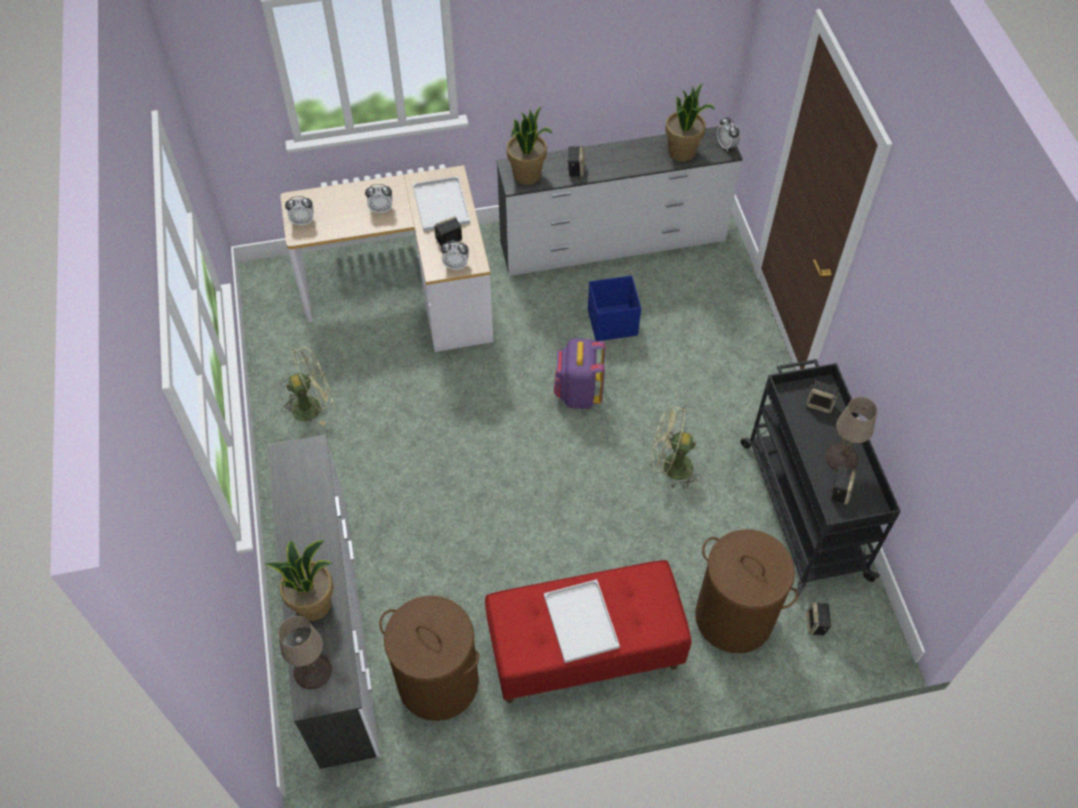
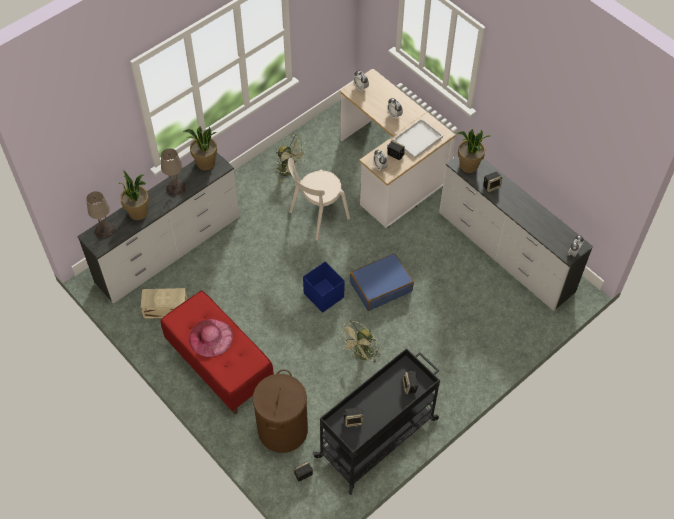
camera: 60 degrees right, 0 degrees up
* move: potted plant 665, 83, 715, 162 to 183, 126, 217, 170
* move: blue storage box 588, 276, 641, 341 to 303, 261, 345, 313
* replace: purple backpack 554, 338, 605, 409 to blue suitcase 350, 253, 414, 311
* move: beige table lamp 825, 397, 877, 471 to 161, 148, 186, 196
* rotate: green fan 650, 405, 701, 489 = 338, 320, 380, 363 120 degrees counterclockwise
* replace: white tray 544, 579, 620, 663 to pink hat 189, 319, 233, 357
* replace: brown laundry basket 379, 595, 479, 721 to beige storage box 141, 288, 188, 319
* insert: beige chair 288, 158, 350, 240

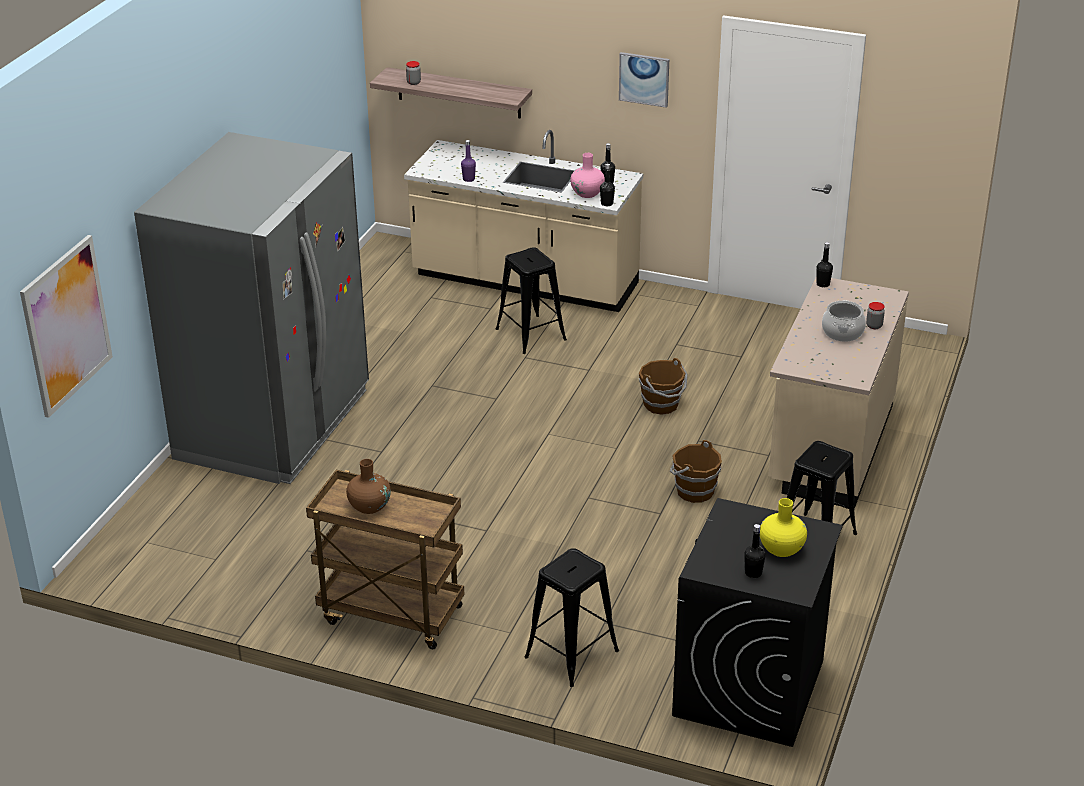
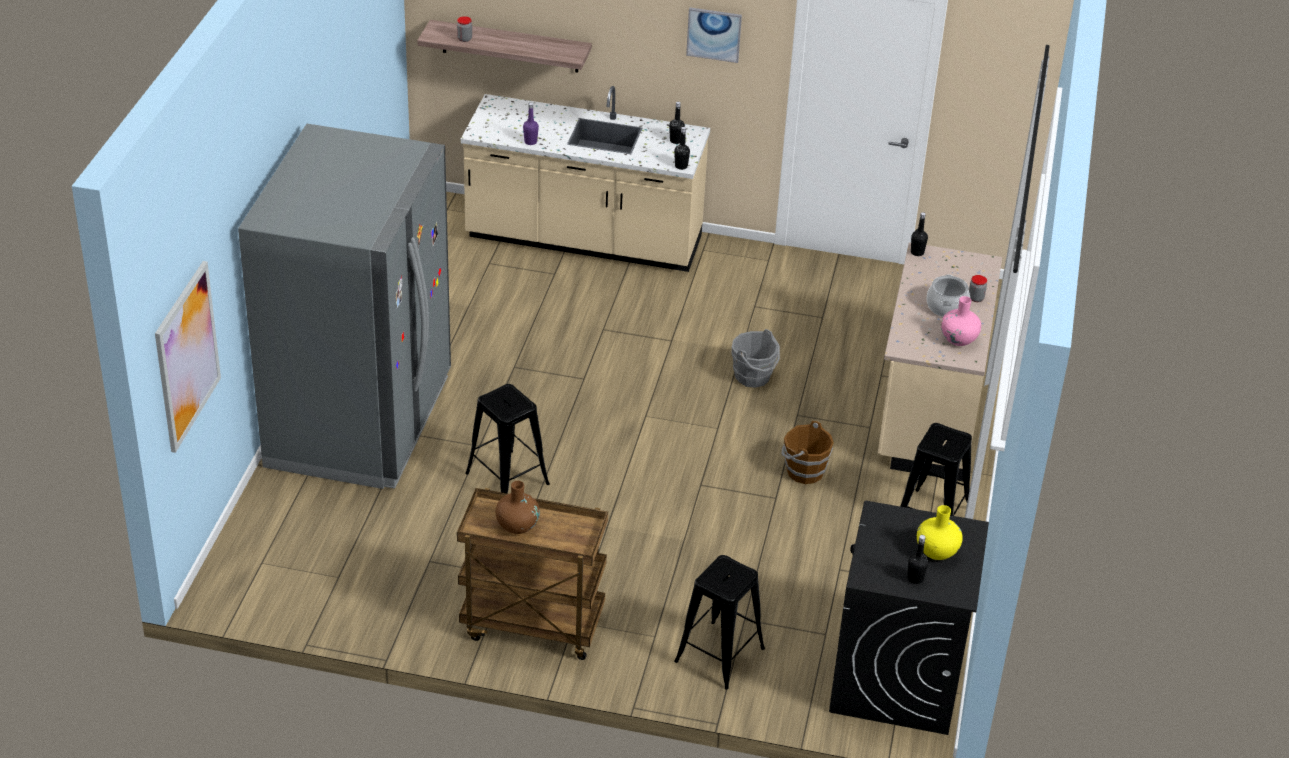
camera: 10 degrees left, 5 degrees up
* move: pink vase 570, 153, 605, 198 to 941, 296, 981, 346
* move: black stool 496, 247, 567, 354 to 465, 384, 550, 494
* recolor: brown bucket 639, 358, 688, 415 to grey bucket 731, 329, 780, 388

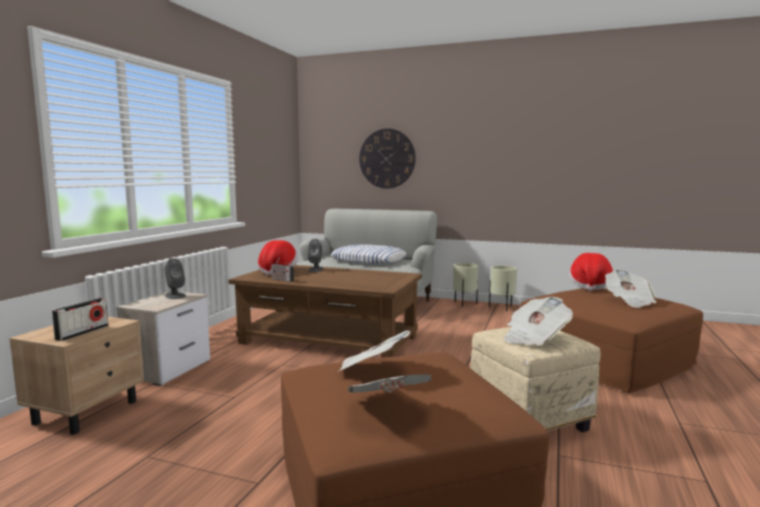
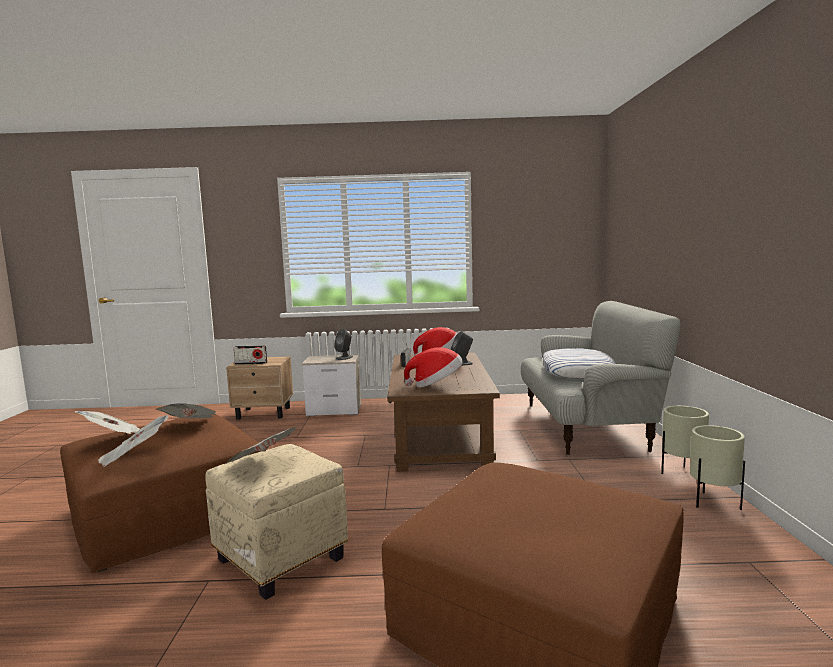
camera: 70 degrees right, 0 degrees up
* delete: wall clock 359, 128, 416, 189
* move: hat 569, 253, 613, 291 to 404, 347, 463, 388
* move: newspaper 605, 269, 657, 308 to 98, 415, 168, 467

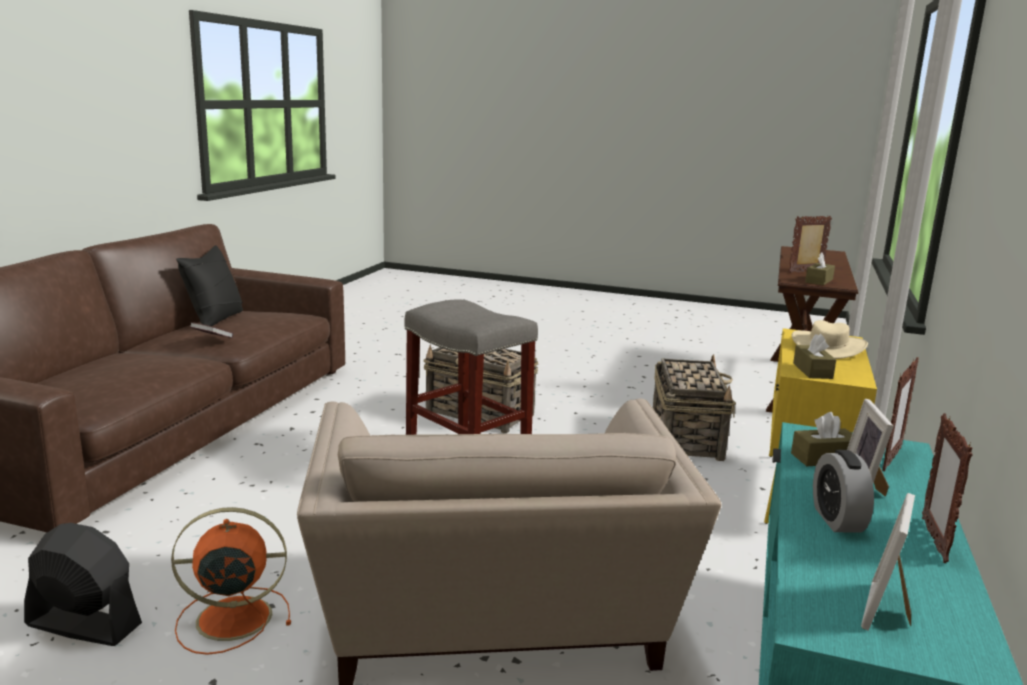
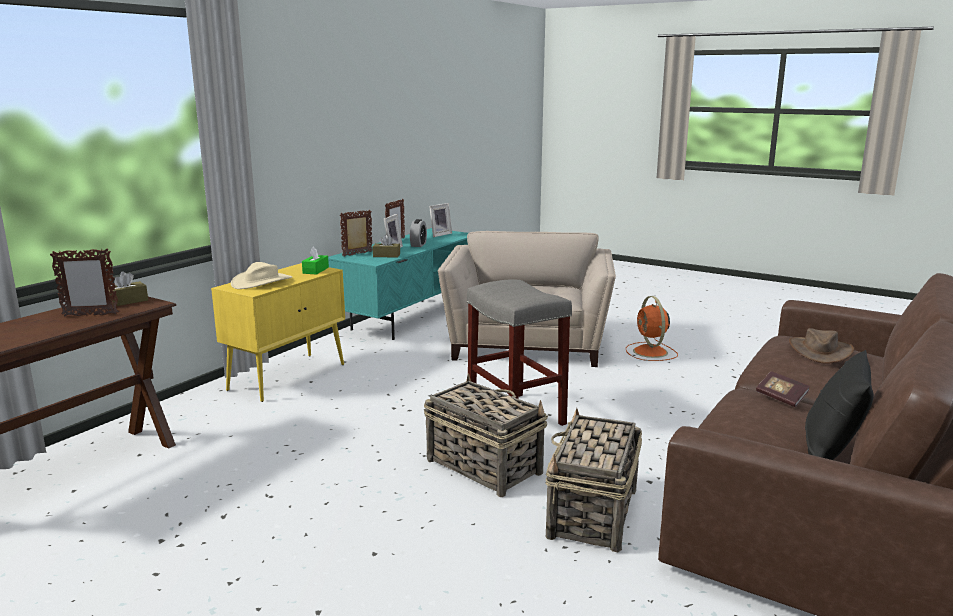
camera: 165 degrees left, 0 degrees up
* recolor: brown tissue box 793, 334, 836, 379 to green tissue box 302, 246, 329, 275
* move: basket 653, 354, 736, 461 to 545, 408, 642, 552
* rotate: orange fan 171, 507, 291, 655 = 626, 296, 678, 361 75 degrees clockwise
* delete: black fan 24, 523, 142, 646
* insert: brown hat 789, 328, 854, 364

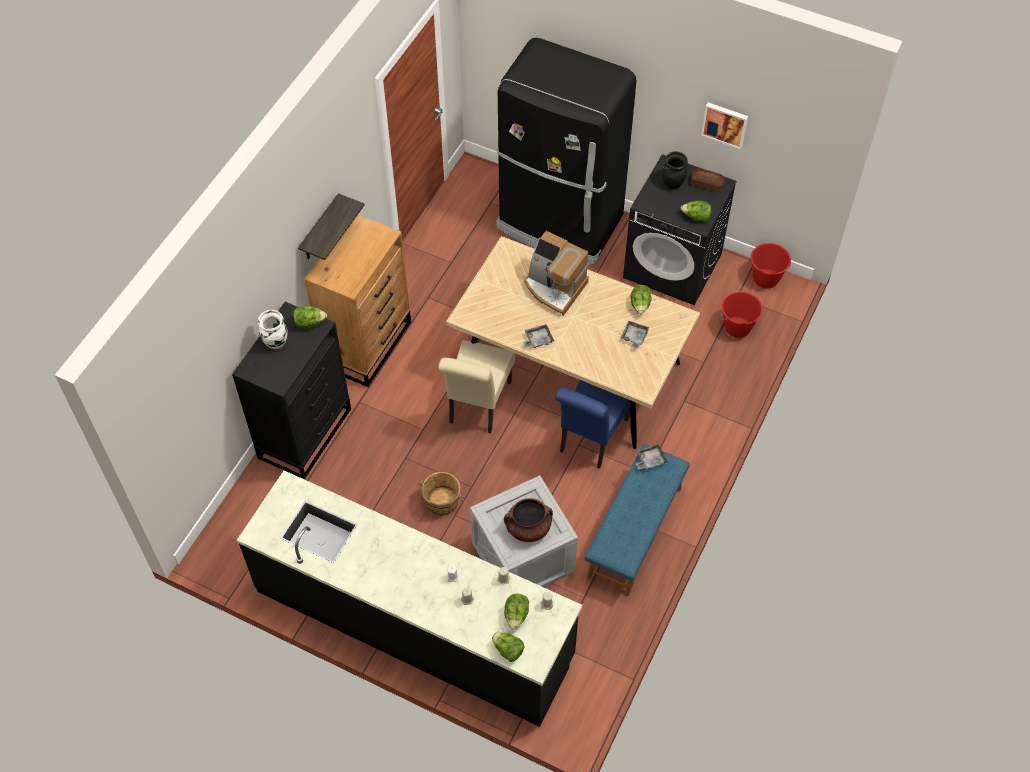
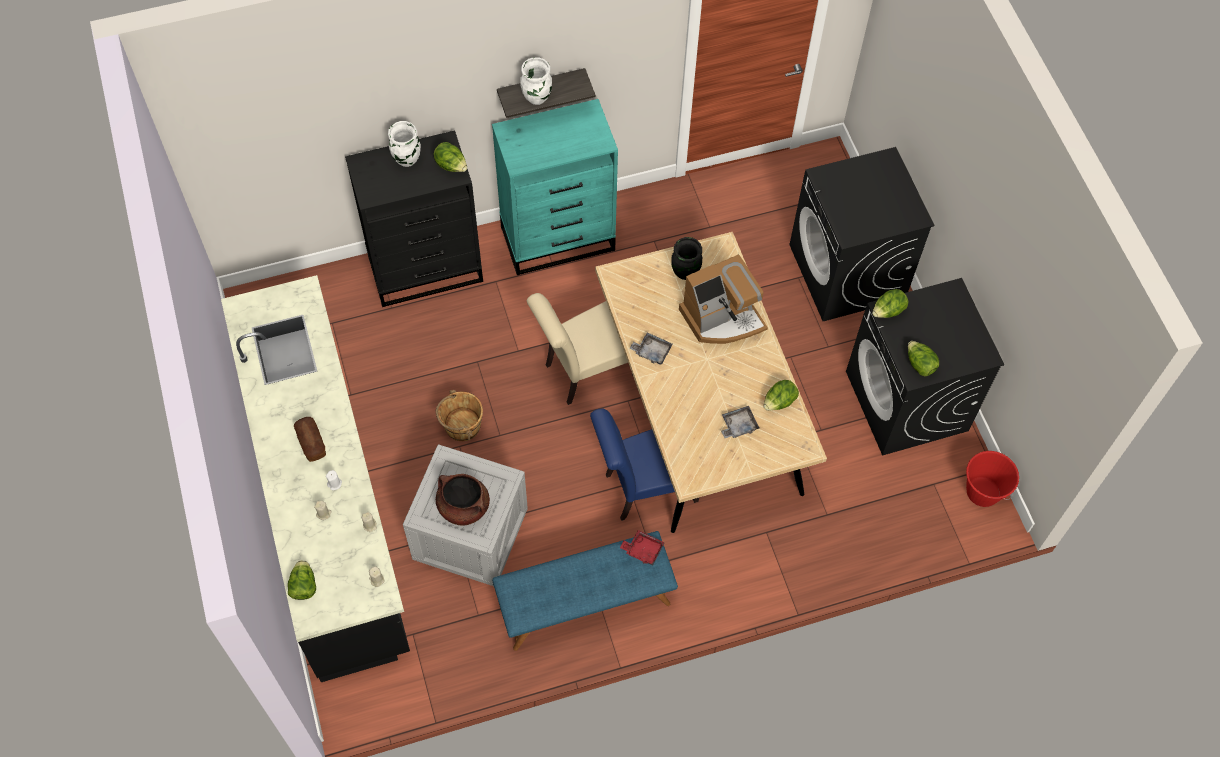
camera: 45 degrees right, 5 degrees up
* replace: black fridge 496, 38, 636, 265 to black washing machine 789, 147, 935, 321
* delete: picture 701, 102, 748, 149
* move: black vase 662, 152, 688, 189 to 671, 237, 702, 280
* move: bread 691, 168, 725, 192 to 294, 417, 326, 462
* recolor: brown dresser 304, 215, 411, 387 to turquoise dresser 492, 99, 618, 275
* rotate: coffee machine 524, 231, 589, 316 = 679, 255, 768, 344 105 degrees counterclockwise
* delete: red bucket 720, 291, 763, 338
* recolor: grey tray 636, 444, 668, 469 to red tray 620, 530, 664, 565
* move: lettuce 504, 593, 529, 630 to 872, 289, 908, 318
* insert: white vase 520, 57, 552, 105

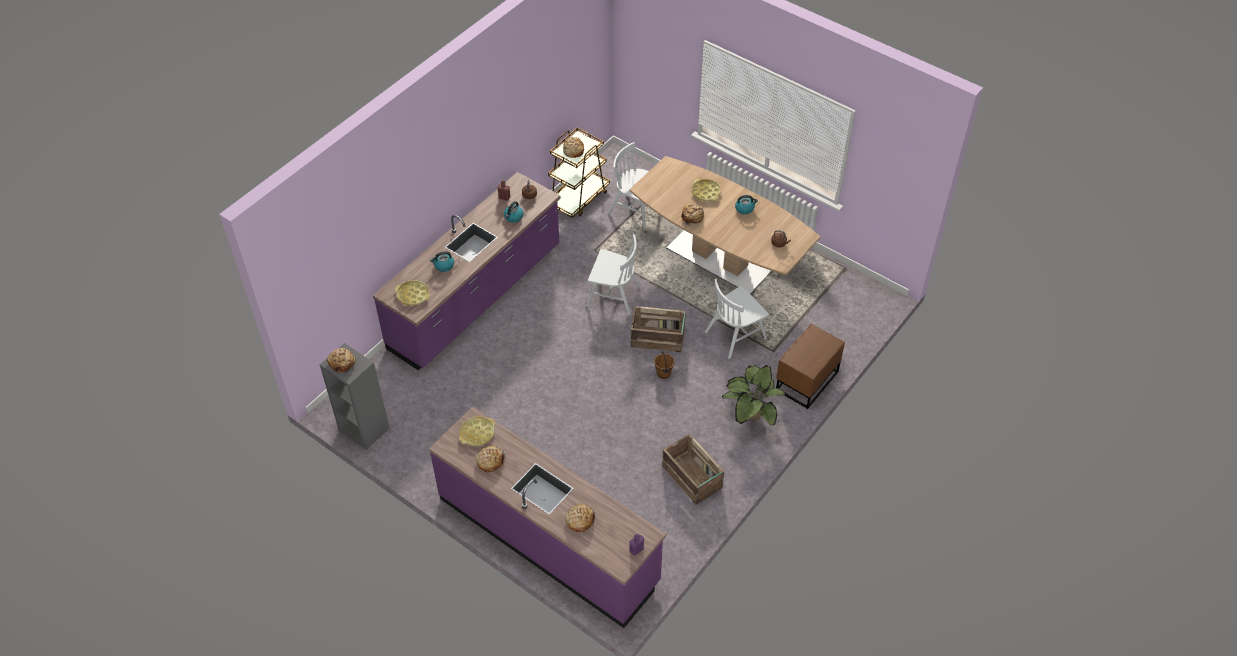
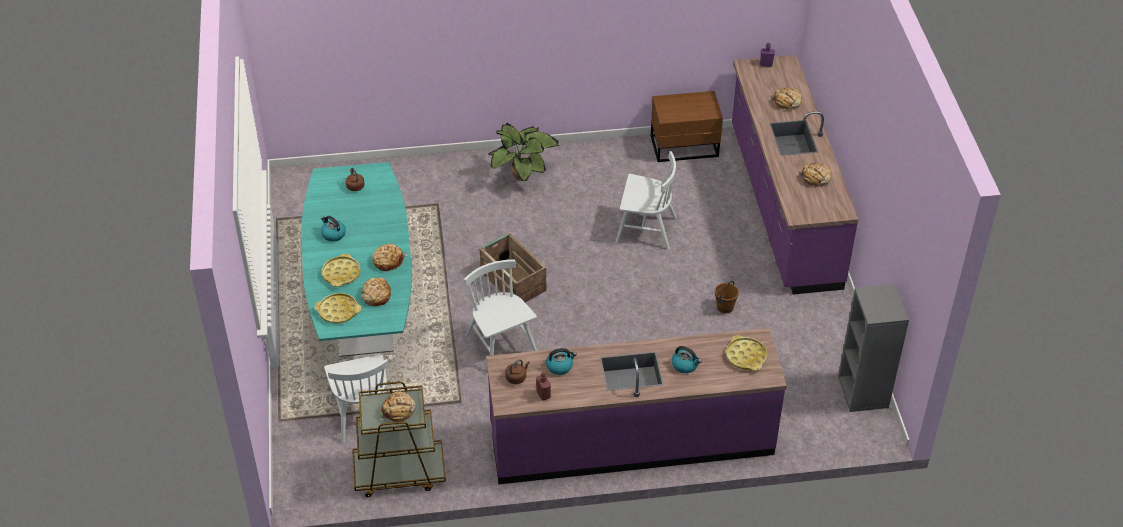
camera: 135 degrees left, 5 degrees down
* recolor: brown dining table 630, 156, 821, 294 to turquoise dining table 302, 162, 412, 357
* move: white chair 705, 279, 769, 359 to 615, 151, 677, 250
* move: brown nightstand 776, 324, 845, 409 to 651, 91, 723, 162
* move: bread 327, 348, 356, 374 to 362, 277, 391, 306
* move: brown bucket 654, 351, 674, 379 to 715, 281, 739, 314
* move: yellow tray 459, 417, 495, 446 to 315, 293, 361, 324
* delete: crate 662, 434, 724, 504

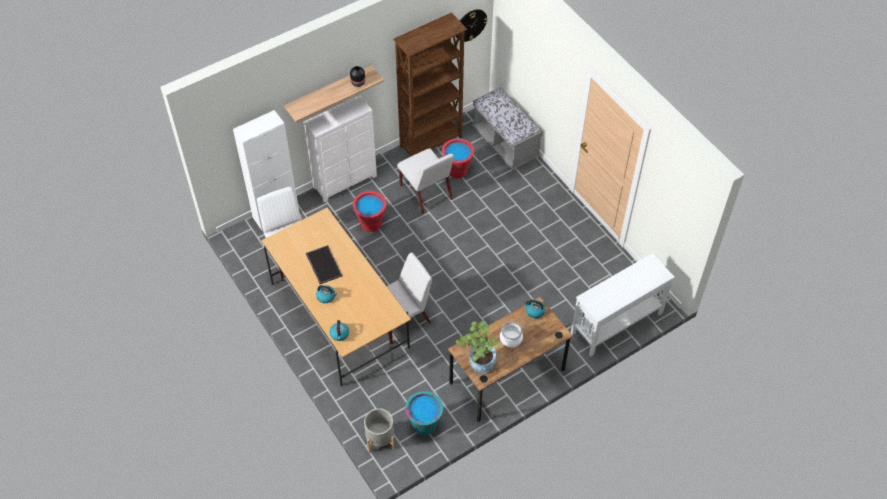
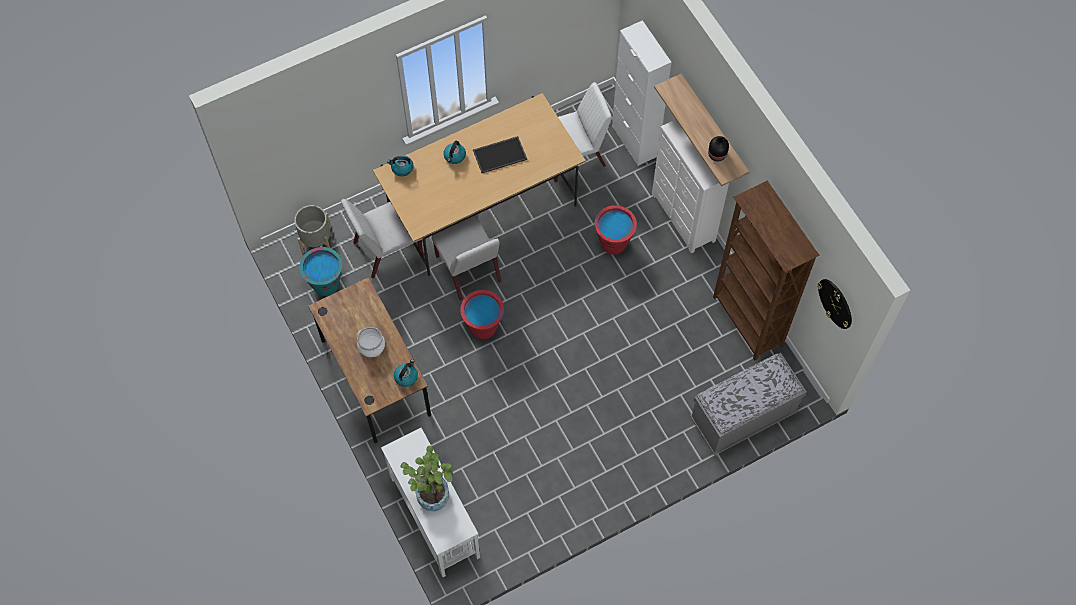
camera: 95 degrees right, 10 degrees up
* move: red bucket 442, 138, 474, 179 to 460, 290, 504, 339
* move: white chair 397, 148, 454, 214 to 341, 199, 423, 279
* move: potted plant 456, 321, 500, 373 to 400, 445, 453, 511

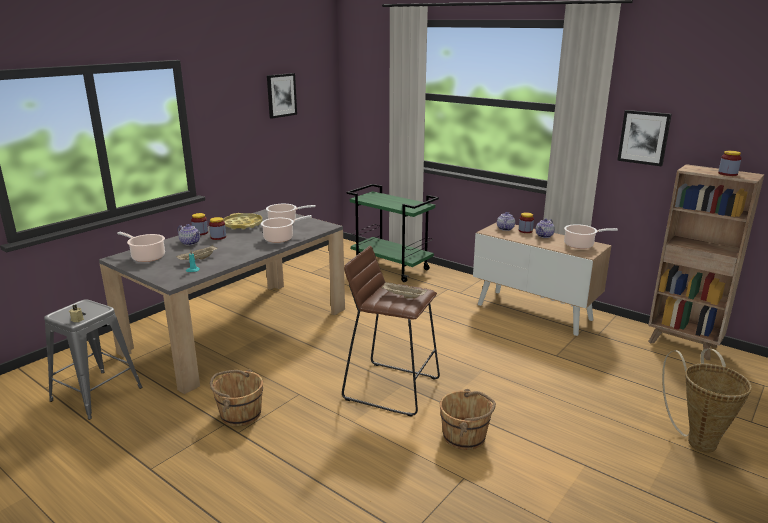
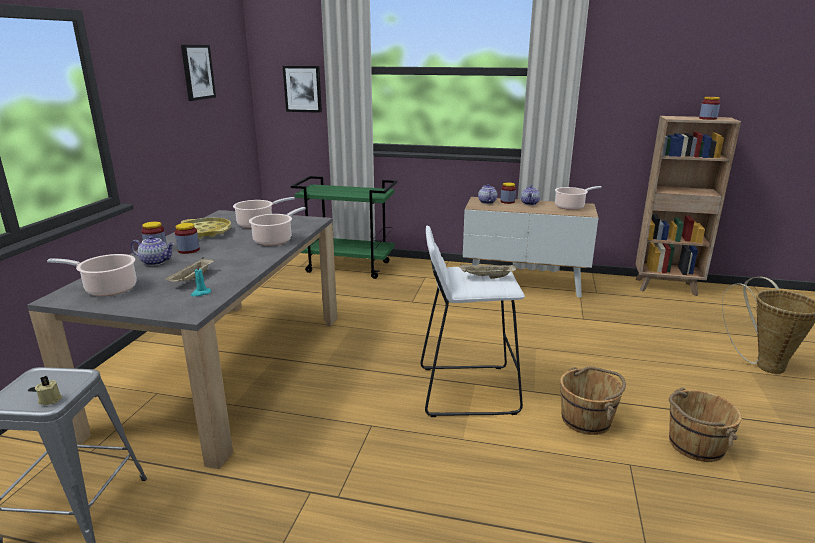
camera: 25 degrees left, 0 degrees up
* move: picture 617, 110, 672, 167 to 283, 66, 322, 113
* recolor: brown stool 342, 246, 440, 417 to white stool 420, 226, 525, 417
* move: brown bucket 210, 369, 263, 426 to 669, 387, 742, 462

